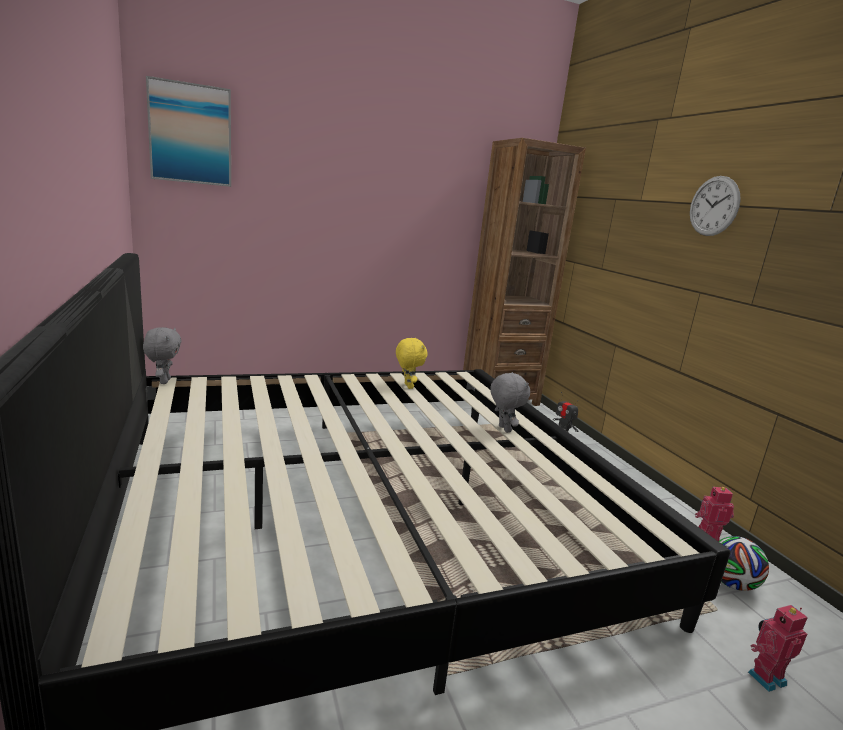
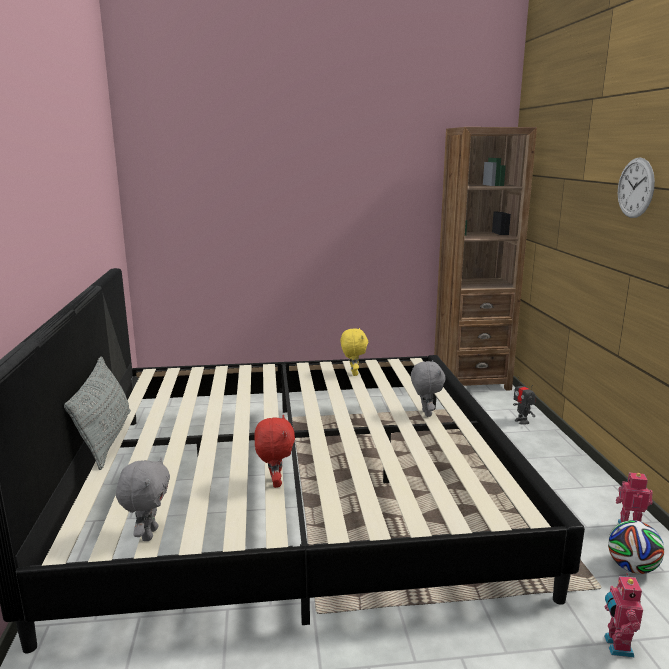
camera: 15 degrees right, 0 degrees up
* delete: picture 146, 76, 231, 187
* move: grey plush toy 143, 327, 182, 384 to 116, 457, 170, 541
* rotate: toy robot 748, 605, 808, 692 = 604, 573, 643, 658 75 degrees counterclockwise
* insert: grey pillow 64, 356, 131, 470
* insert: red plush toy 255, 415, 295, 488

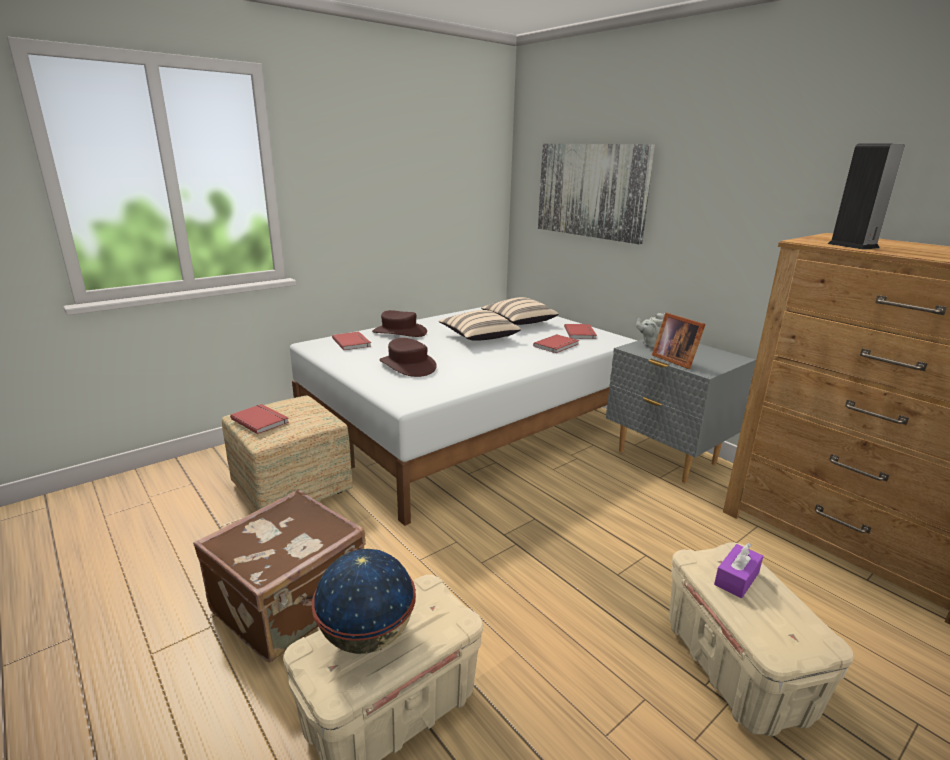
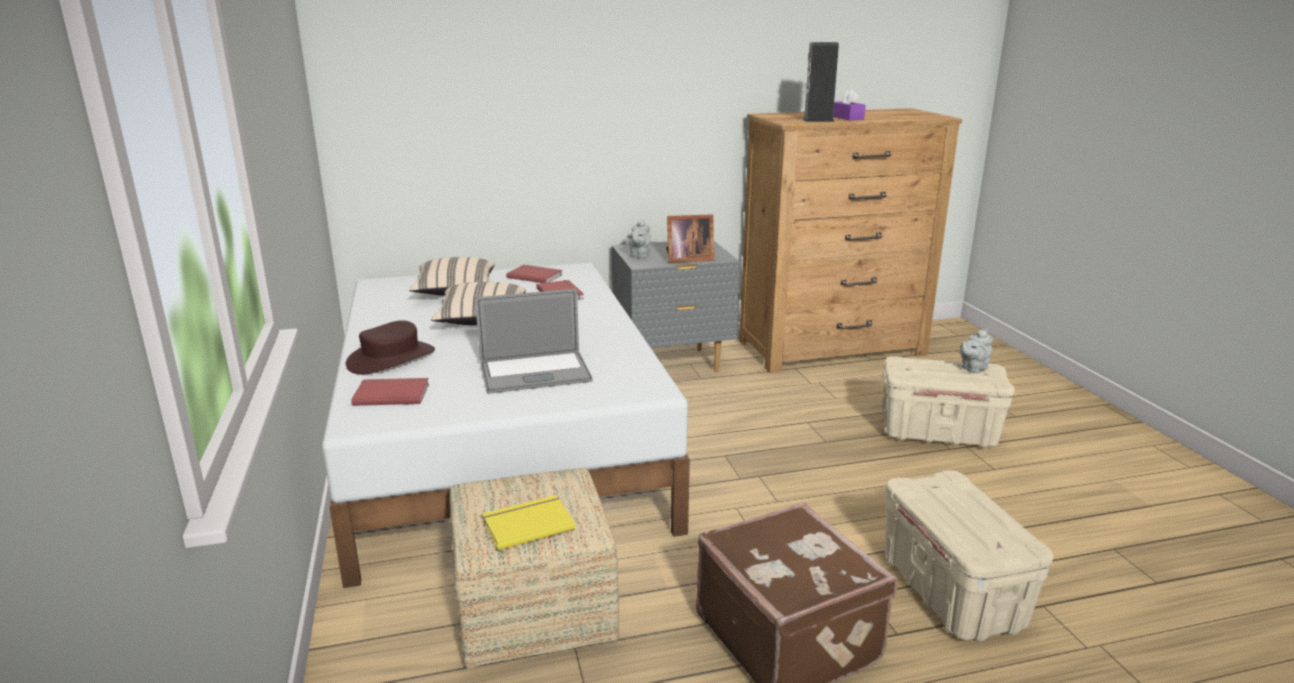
camera: 65 degrees left, 0 degrees up
* delete: picture 538, 144, 655, 244
* replace: brown hat 379, 338, 437, 377 to laptop 475, 289, 593, 394
* recolor: red book 230, 404, 289, 434 to yellow book 482, 495, 575, 550
* move: purple tissue box 714, 543, 763, 598 to 833, 89, 866, 120
* delete: globe 312, 549, 416, 654
* insert: grey teapot 960, 329, 993, 373

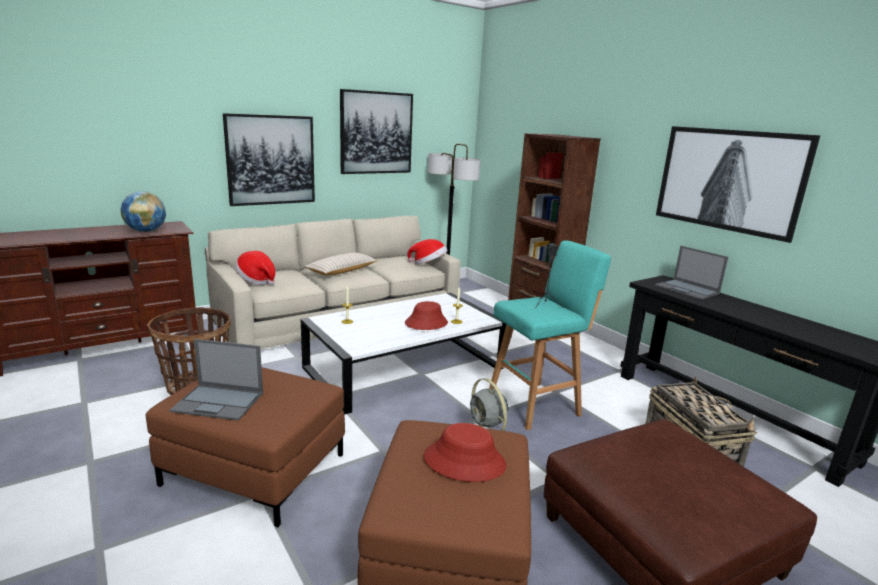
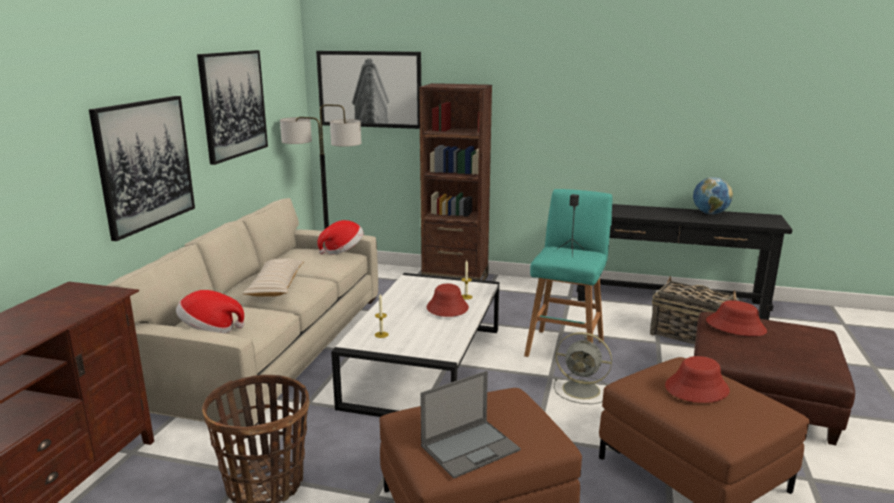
camera: 40 degrees left, 0 degrees up
* move: picture 656, 126, 820, 243 to 316, 51, 421, 129
* move: globe 120, 191, 166, 232 to 693, 177, 733, 214
* delete: laptop 655, 246, 728, 300
* insert: red hat 706, 300, 767, 336

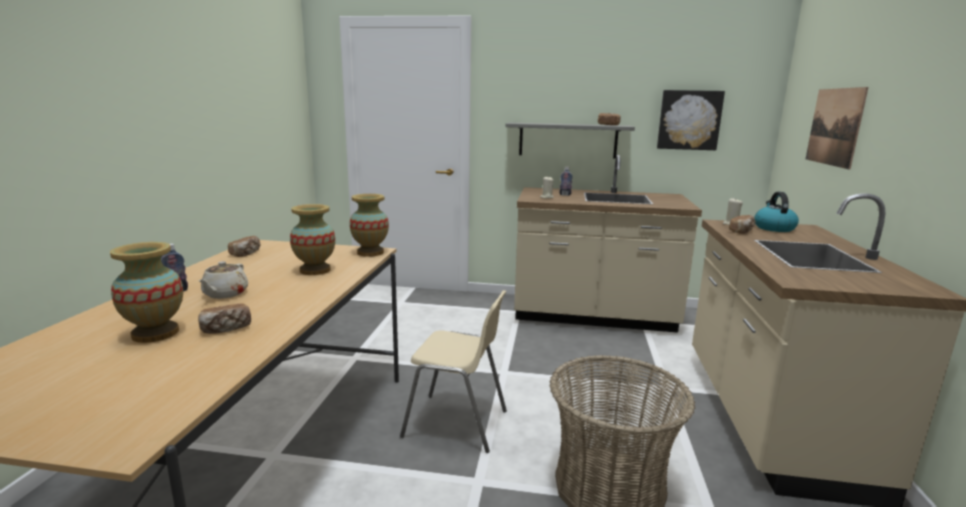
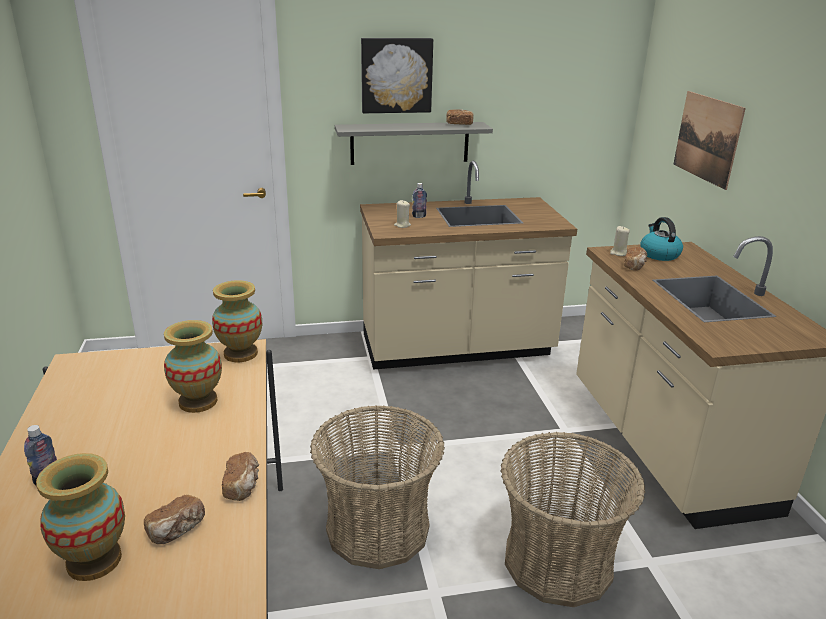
camera: 20 degrees left, 10 degrees up
* move: picture 657, 90, 725, 150 to 361, 38, 433, 113
* move: bread 228, 236, 261, 257 to 222, 452, 259, 501
* delete: beige teapot 199, 261, 248, 299
* replace: beige chair 400, 290, 507, 453 to basket 310, 405, 445, 569

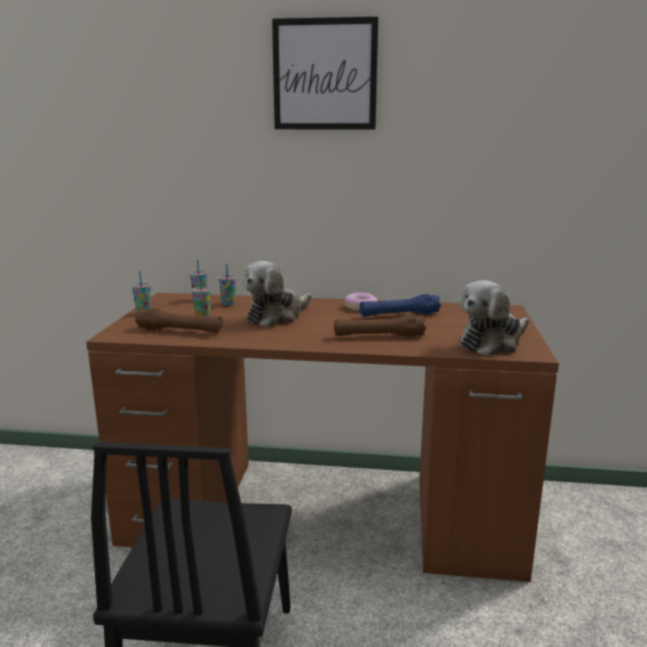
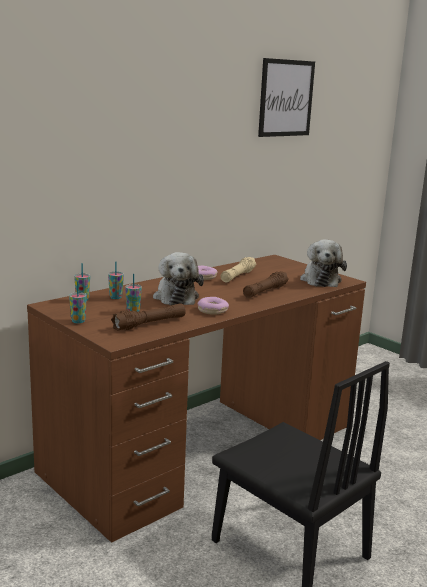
camera: 50 degrees left, 0 degrees up
* move: picture 272, 17, 378, 130 to 258, 58, 315, 137
* recolor: blue flashlight 360, 294, 441, 317 to beige flashlight 220, 257, 256, 282
* insert: donut 198, 297, 229, 315

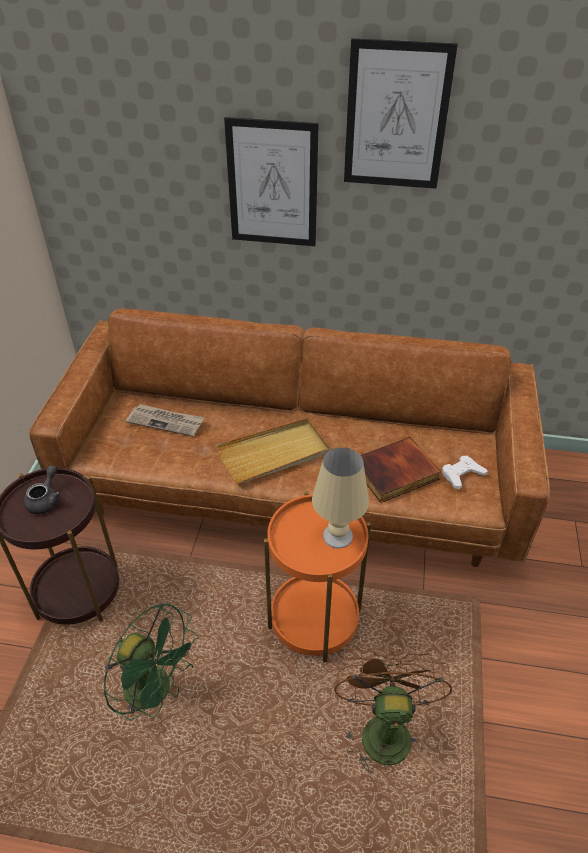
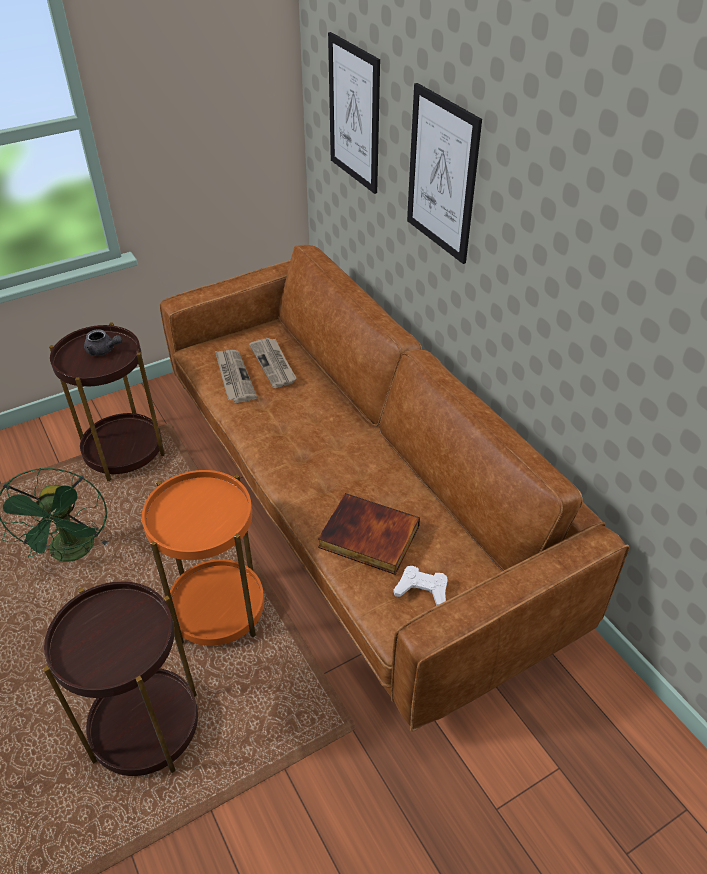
camera: 50 degrees right, 0 degrees up
* move: picture 344, 38, 458, 189 to 328, 32, 380, 194
* delete: beige tray 216, 418, 330, 484
* delete: beige table lamp 312, 447, 369, 549
* rotate: grey teapot 24, 465, 61, 514 = 84, 329, 122, 356 45 degrees clockwise
* replace: brown fan 334, 649, 452, 773 to brown side table 43, 581, 198, 776
* insert: newspaper 215, 350, 257, 403

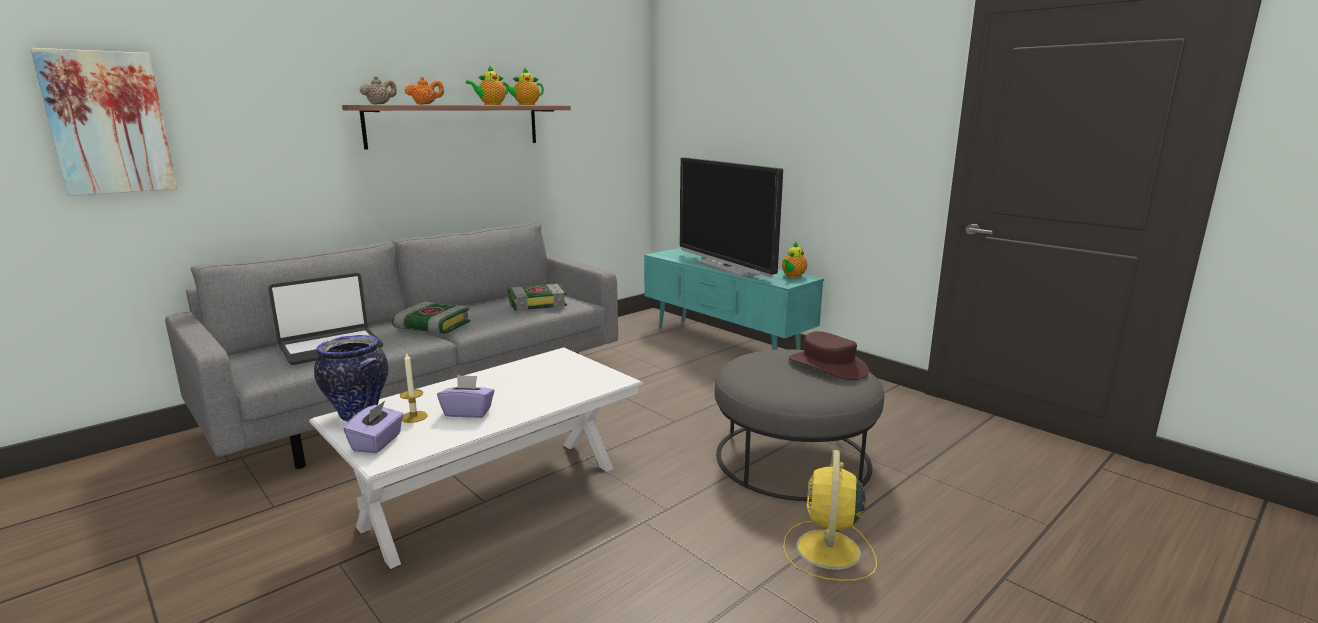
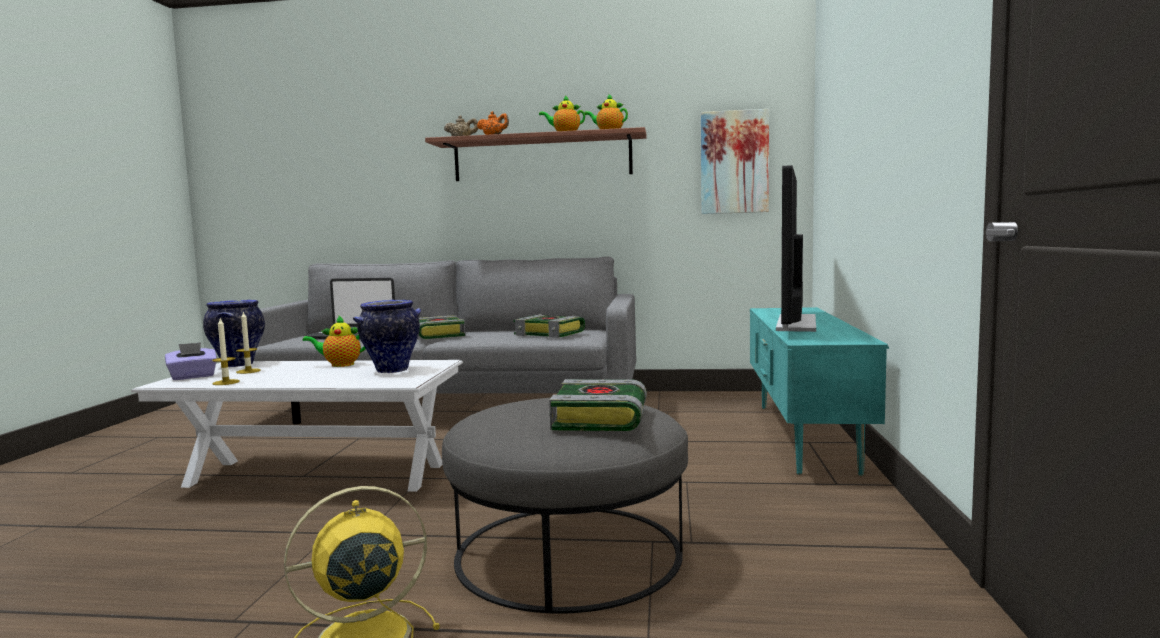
camera: 50 degrees right, 10 degrees down
* move: picture 30, 48, 177, 196 to 701, 109, 769, 214
* move: teapot 782, 241, 807, 278 to 303, 315, 366, 367
* replace: brown hat 789, 331, 869, 380 to book 549, 379, 647, 431
* delete: purple tissue box 437, 375, 494, 418
* insert: vase 353, 300, 421, 373
* insert: candle 212, 319, 240, 385

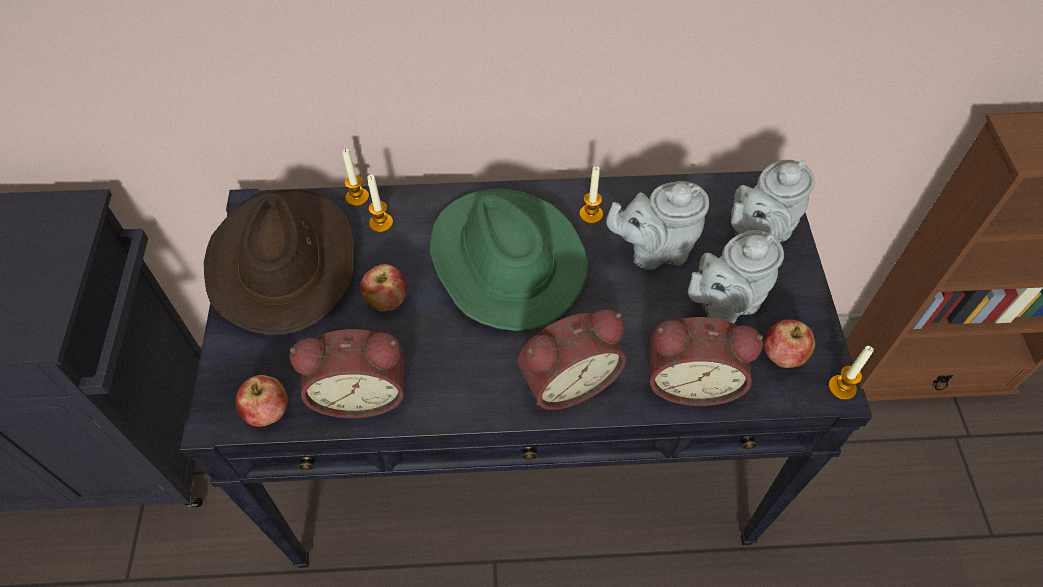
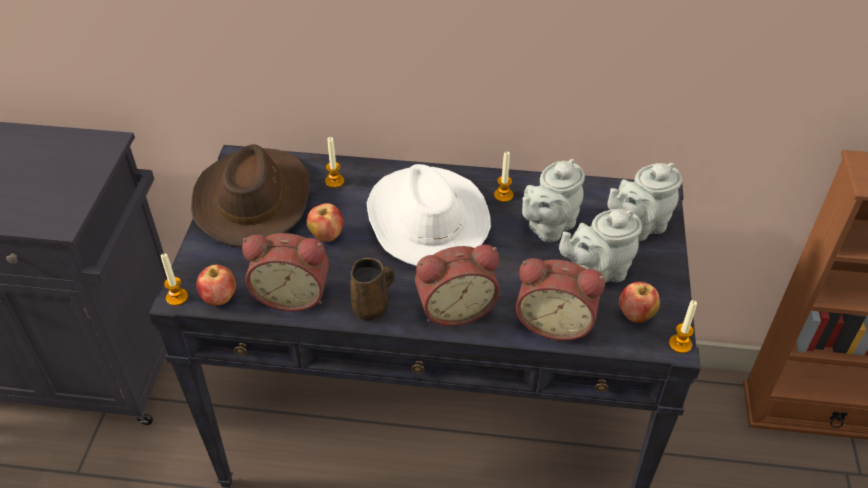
camera: 10 degrees right, 10 degrees down
* move: candle 342, 149, 369, 206 to 161, 253, 188, 306
* rotate: grey teapot 606, 181, 709, 270 = 522, 159, 585, 242 45 degrees counterclockwise
* recolor: green hat 429, 188, 588, 331 to white hat 367, 164, 491, 266
* insert: brown mug 350, 258, 395, 321

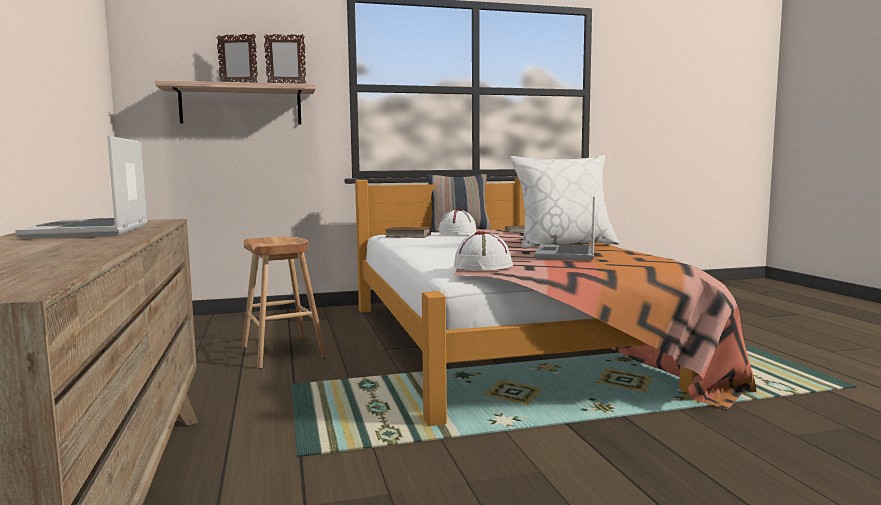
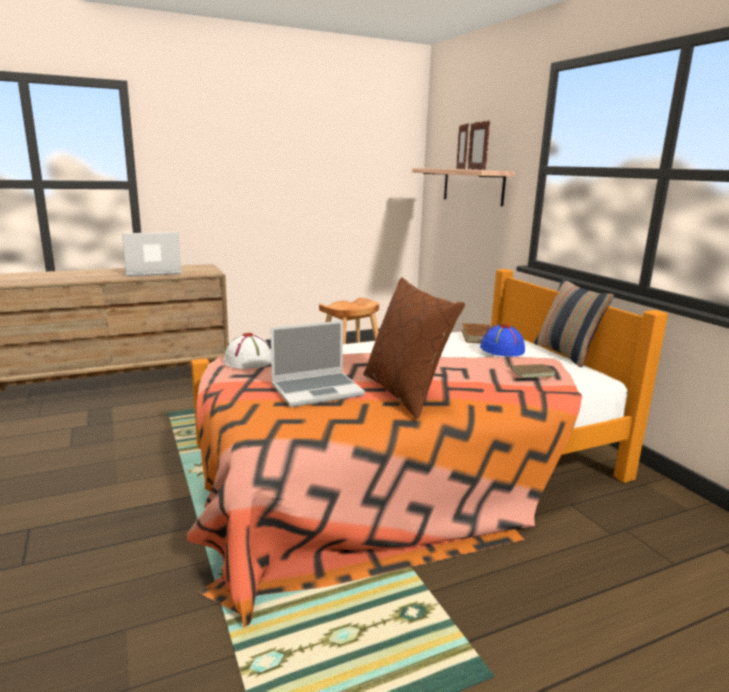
camera: 80 degrees right, 10 degrees up
* recolor: white pillow 510, 155, 619, 249 to brown pillow 363, 277, 465, 420
* rotate: laptop 534, 193, 595, 261 = 270, 320, 365, 407 150 degrees clockwise
* recolor: white hat 439, 209, 477, 233 to blue hat 480, 324, 525, 357

